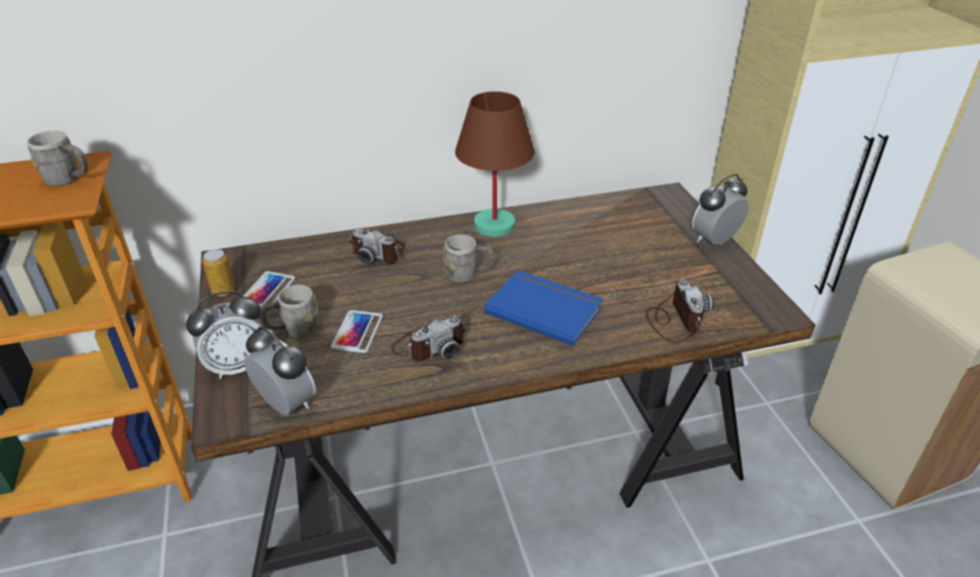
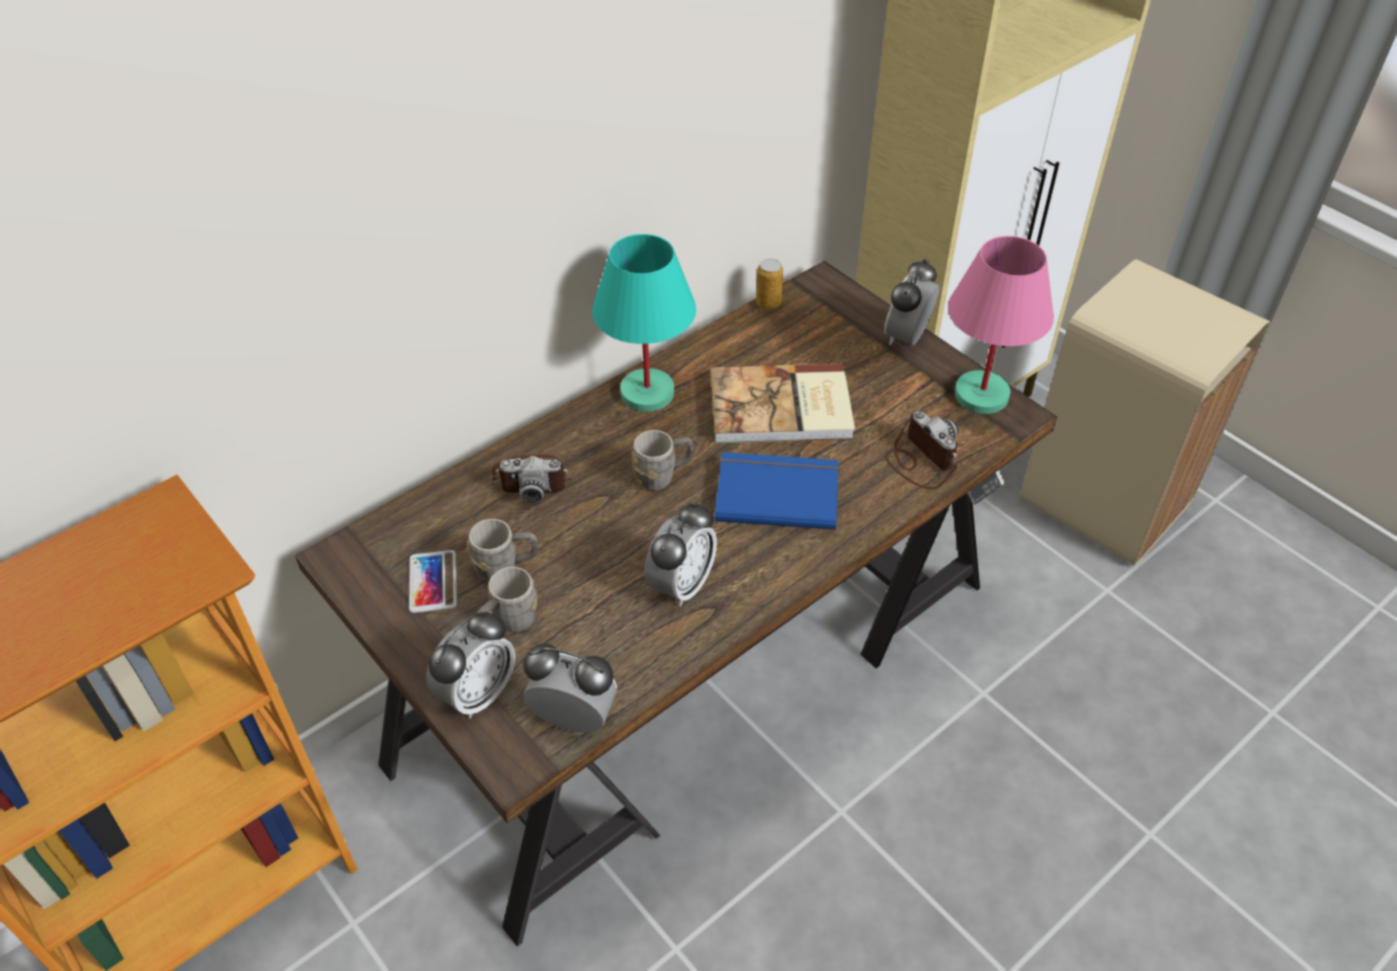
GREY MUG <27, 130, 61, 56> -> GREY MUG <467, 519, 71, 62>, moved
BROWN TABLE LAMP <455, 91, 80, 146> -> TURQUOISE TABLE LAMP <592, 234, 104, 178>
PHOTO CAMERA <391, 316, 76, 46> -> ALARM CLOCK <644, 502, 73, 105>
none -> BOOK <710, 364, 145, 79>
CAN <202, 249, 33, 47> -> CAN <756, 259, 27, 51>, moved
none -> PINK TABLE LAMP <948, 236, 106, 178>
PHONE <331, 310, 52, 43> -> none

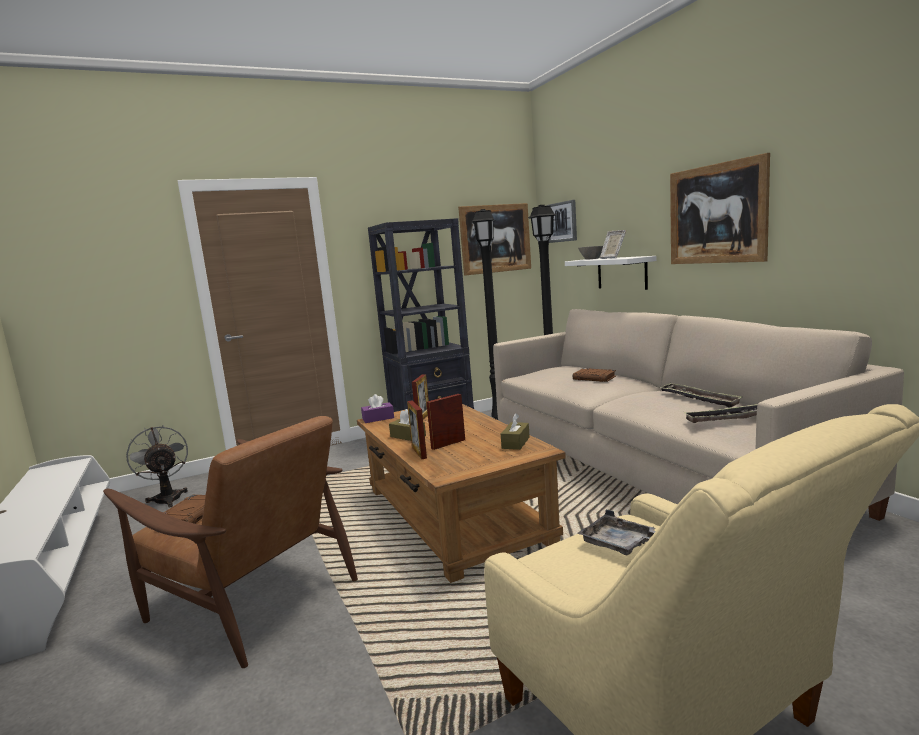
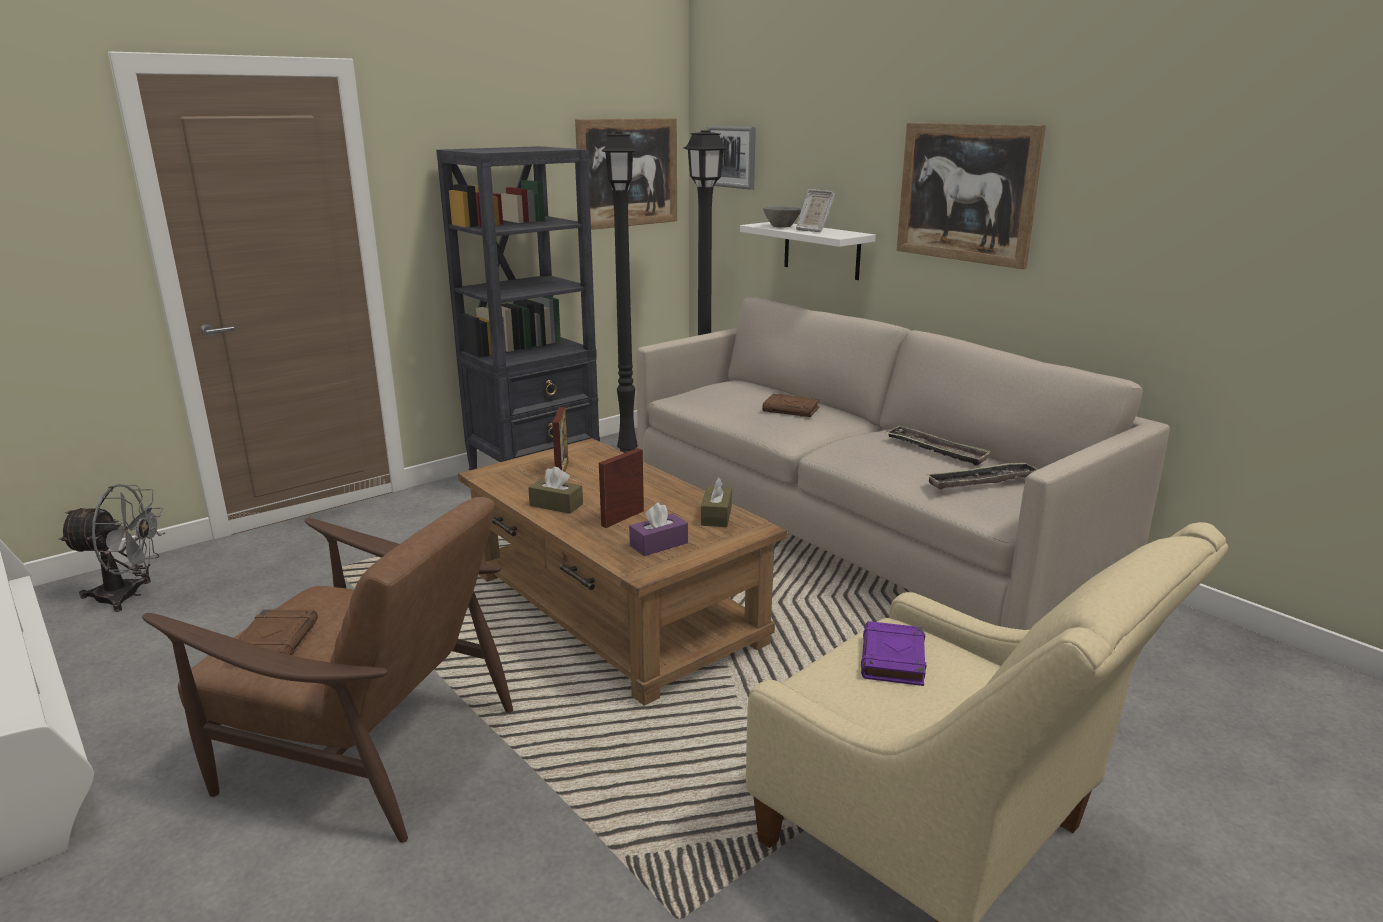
GREY FAN <126, 425, 62, 83> -> GREY FAN <59, 484, 106, 128>, 135 degrees clockwise
PURPLE TISSUE BOX <361, 394, 33, 29> -> PURPLE TISSUE BOX <629, 503, 59, 53>, moved
GREY TRAY <577, 509, 79, 47> -> PURPLE BOOK <861, 621, 65, 65>
PICTURE FRAME <407, 400, 20, 59> -> none

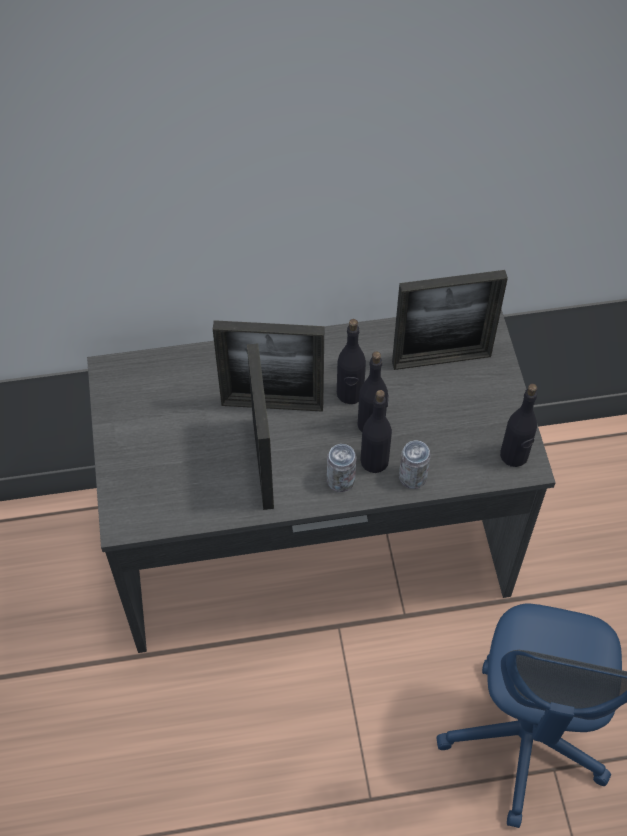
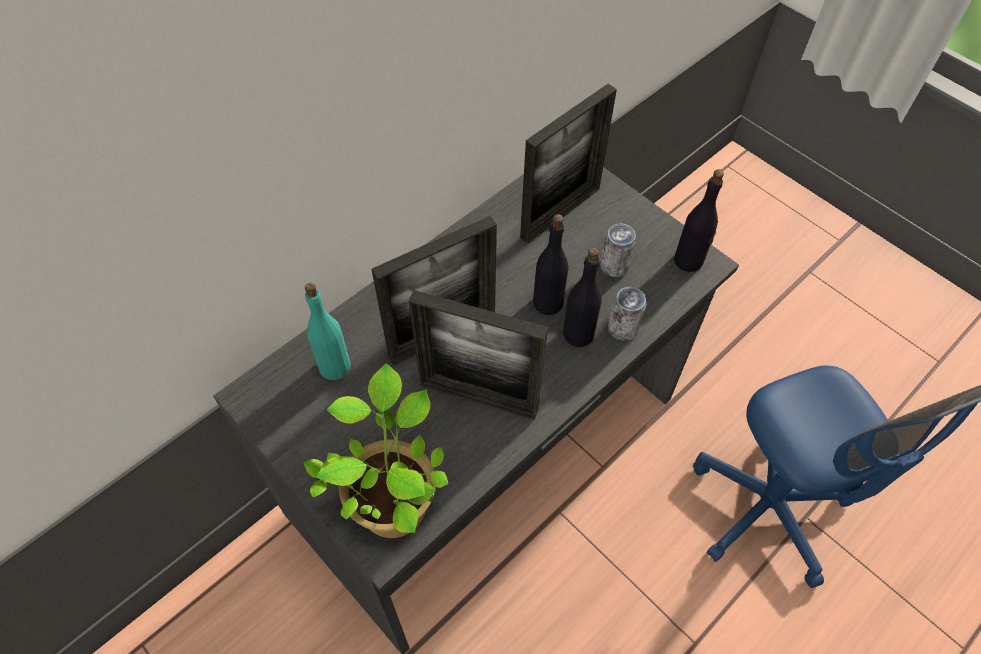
none -> POTTED PLANT <304, 364, 144, 174>
none -> TURQUOISE BOTTLE <305, 283, 46, 97>
PICTURE FRAME <247, 343, 27, 167> -> PICTURE FRAME <409, 290, 139, 130>, 150 degrees clockwise
CAN <327, 444, 29, 48> -> CAN <600, 223, 36, 54>, moved
BLACK BOTTLE <337, 319, 29, 85> -> none

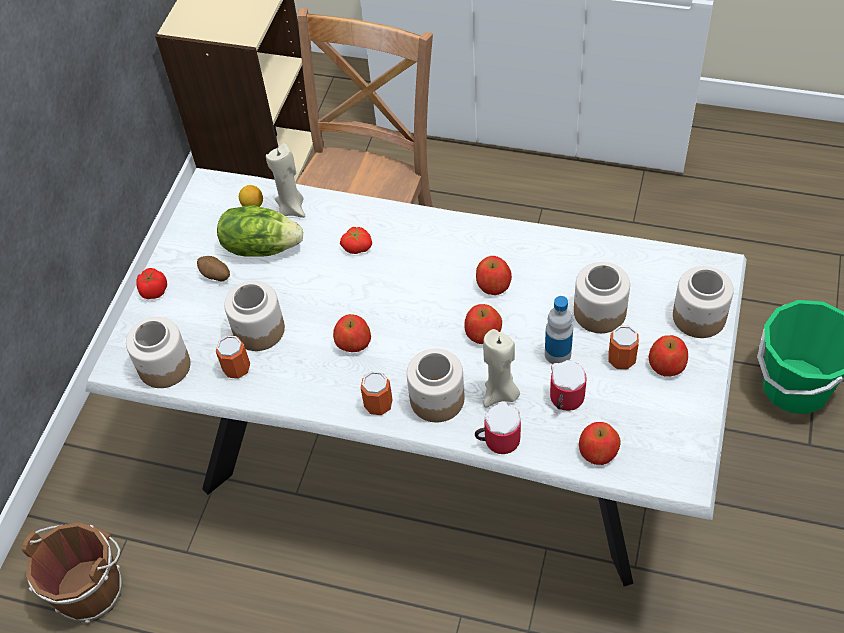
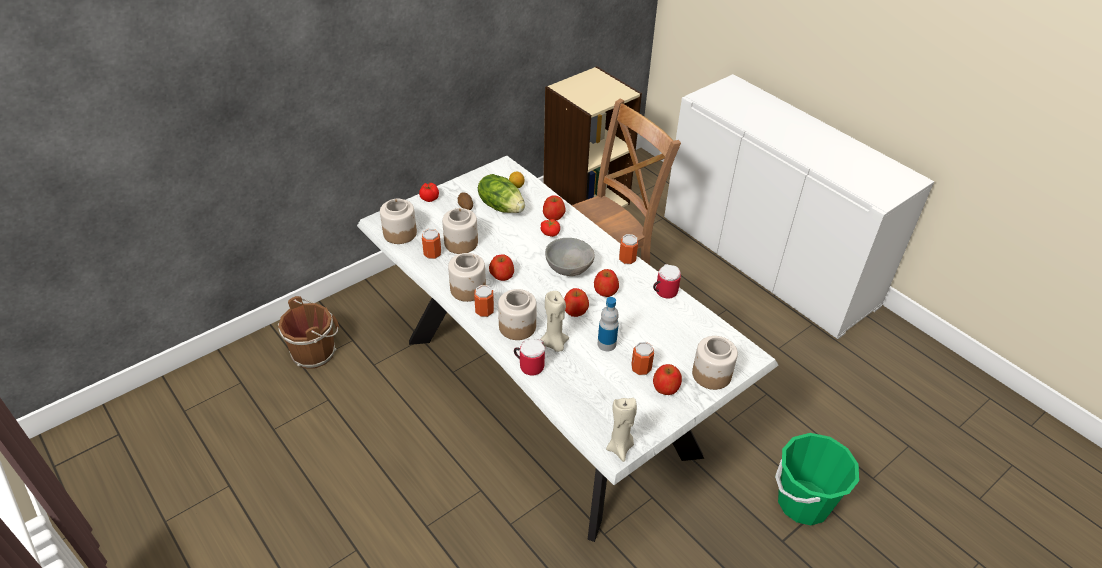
JAR <574, 262, 56, 71> -> JAR <448, 253, 38, 49>, moved
APPLE <579, 422, 41, 43> -> APPLE <543, 195, 23, 25>, moved
none -> GREY BOWL <545, 238, 49, 38>
BEIGE CANDLE <266, 143, 39, 75> -> BEIGE CANDLE <606, 398, 31, 64>, moved
none -> CAN <619, 234, 19, 31>
MUG <550, 360, 37, 51> -> MUG <653, 264, 28, 35>, moved

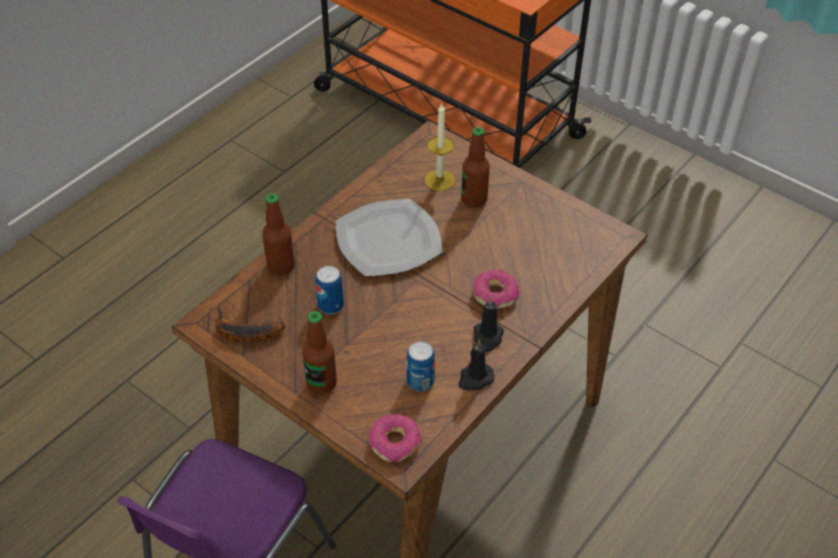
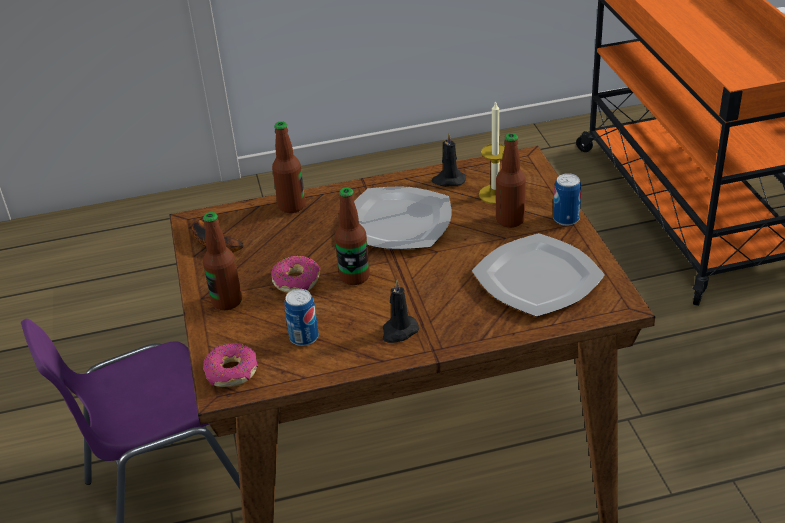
DONUT <473, 270, 46, 39> -> DONUT <271, 256, 49, 37>, moved
none -> BOTTLE <335, 188, 35, 97>
BLACK CANDLE <458, 339, 36, 51> -> BLACK CANDLE <431, 133, 35, 54>, moved
none -> PLATE <472, 233, 133, 84>
CAN <315, 266, 29, 48> -> CAN <553, 173, 28, 53>, moved

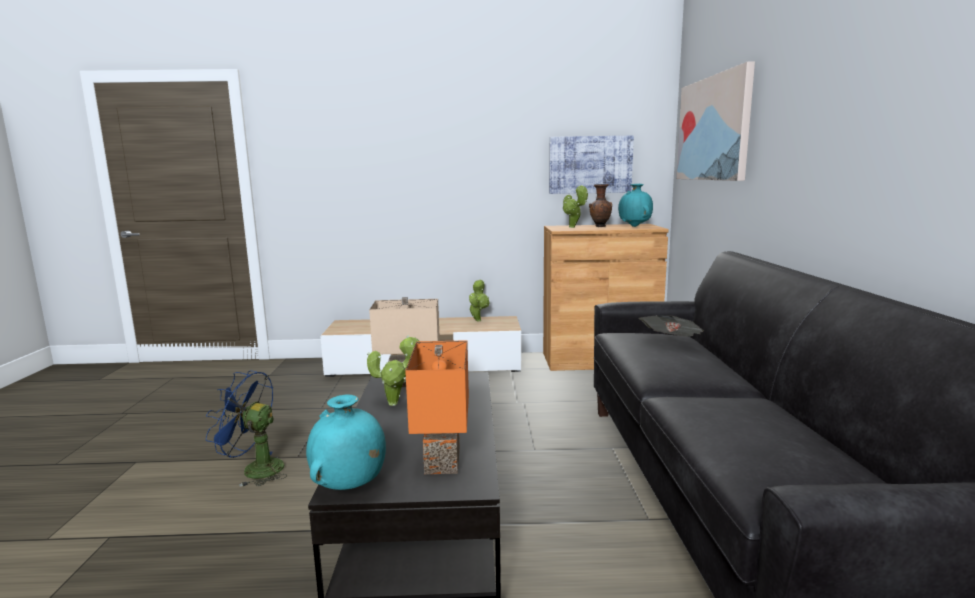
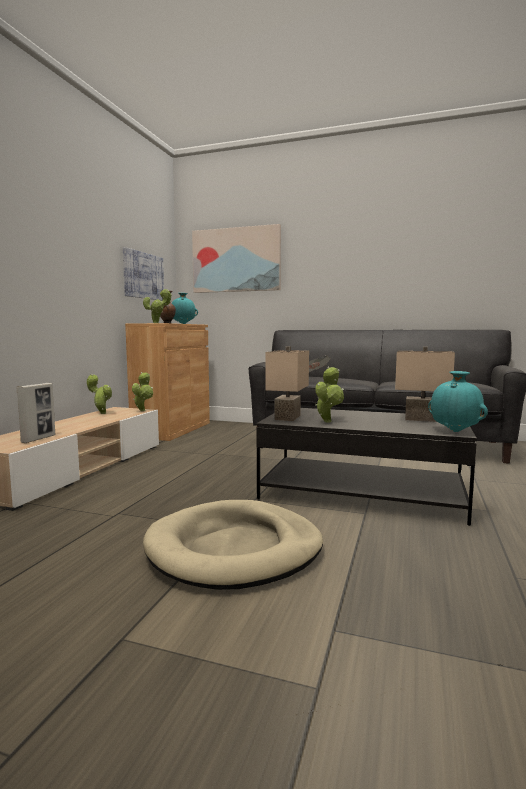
none -> PICTURE FRAME <17, 383, 38, 60>
none -> POTTED PLANT <132, 372, 21, 39>
BLUE FAN <206, 370, 81, 117> -> BEIGE DOG BED <143, 500, 180, 90>
ORANGE TABLE LAMP <405, 340, 64, 134> -> BEIGE TABLE LAMP <395, 346, 60, 76>

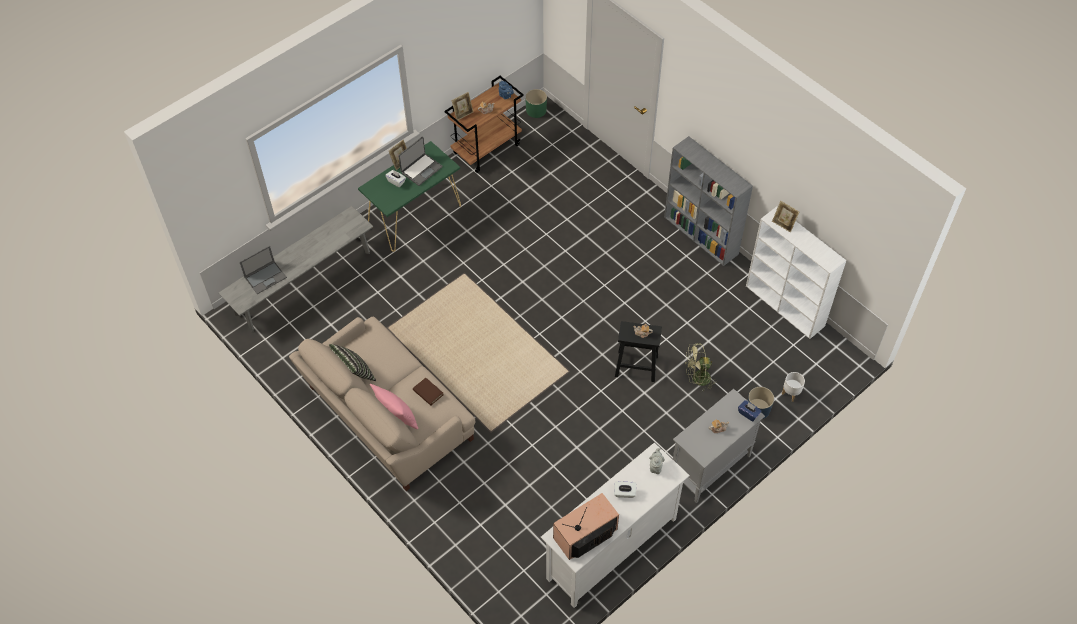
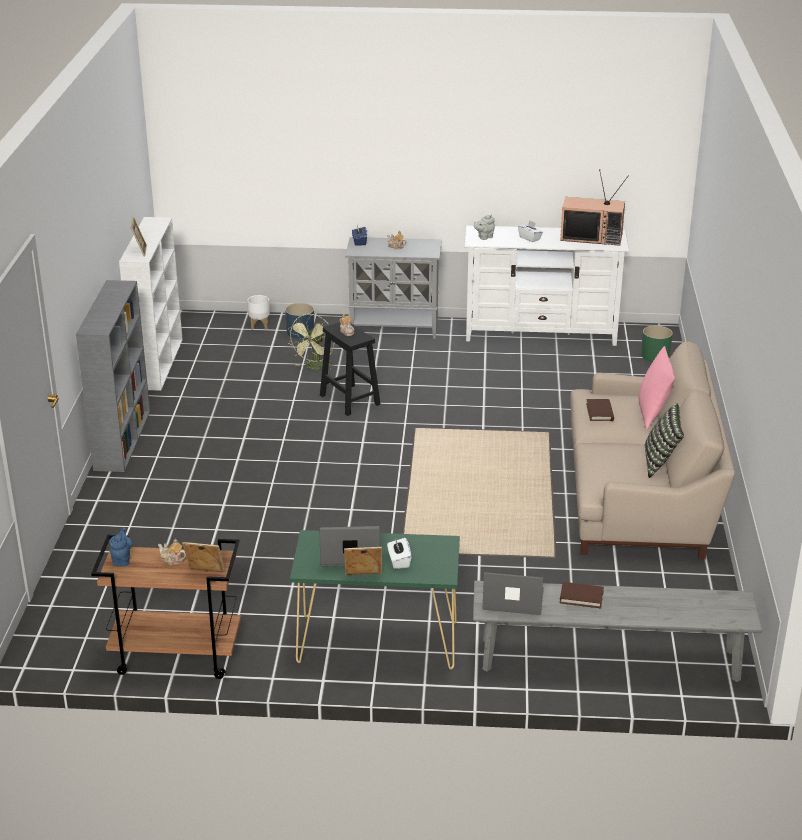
GREEN FAN <686, 343, 31, 48> -> GREEN FAN <287, 314, 48, 56>, 75 degrees clockwise
LAPTOP <240, 246, 47, 48> -> LAPTOP <483, 572, 61, 43>, moved
none -> BROWN BOOK <560, 582, 44, 26>
GREEN PLANTER <525, 89, 22, 29> -> GREEN PLANTER <641, 325, 32, 37>, moved

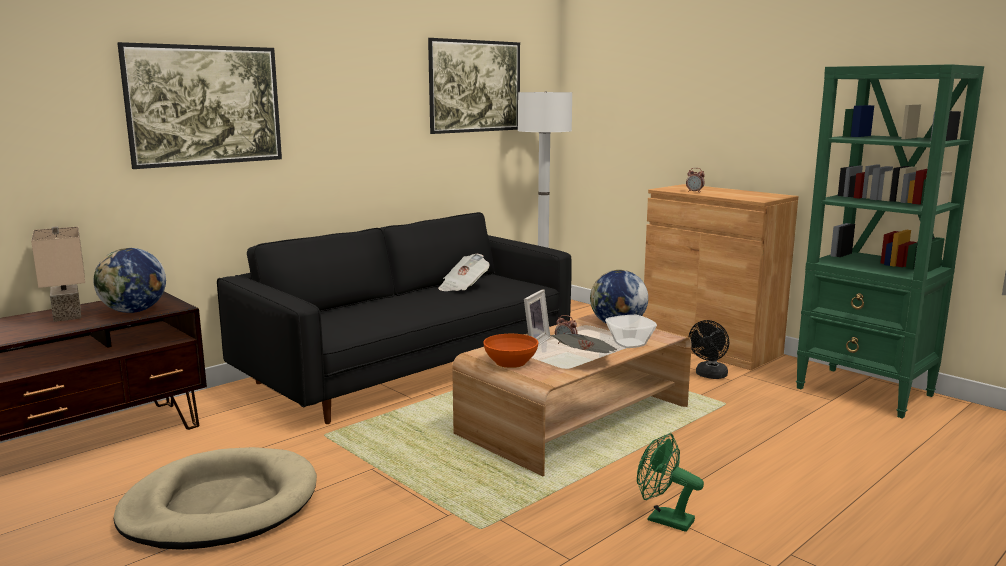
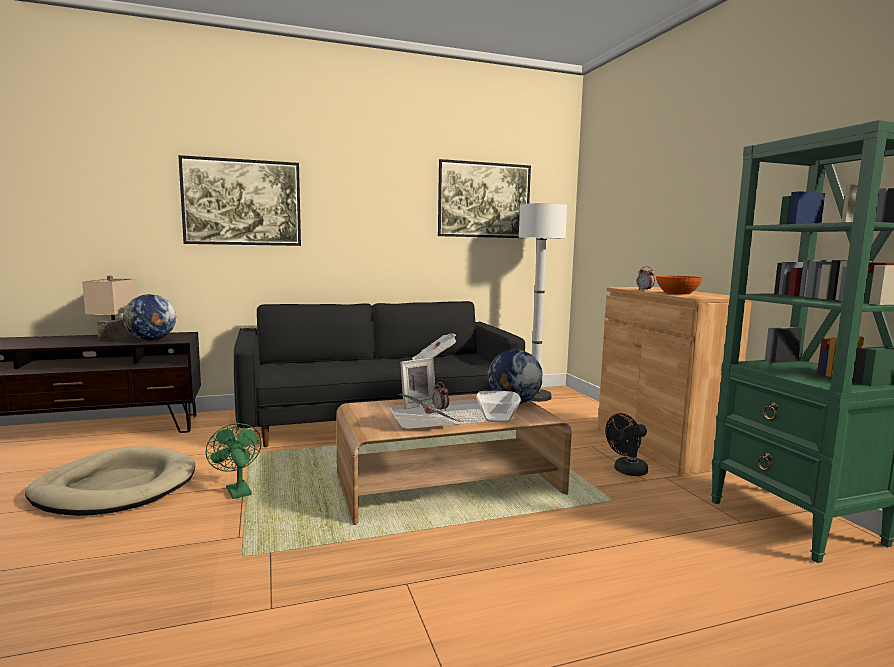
GREEN FAN <637, 433, 67, 99> -> GREEN FAN <205, 423, 57, 76>, moved
ORANGE BOWL <483, 334, 56, 34> -> ORANGE BOWL <656, 276, 46, 19>, moved

